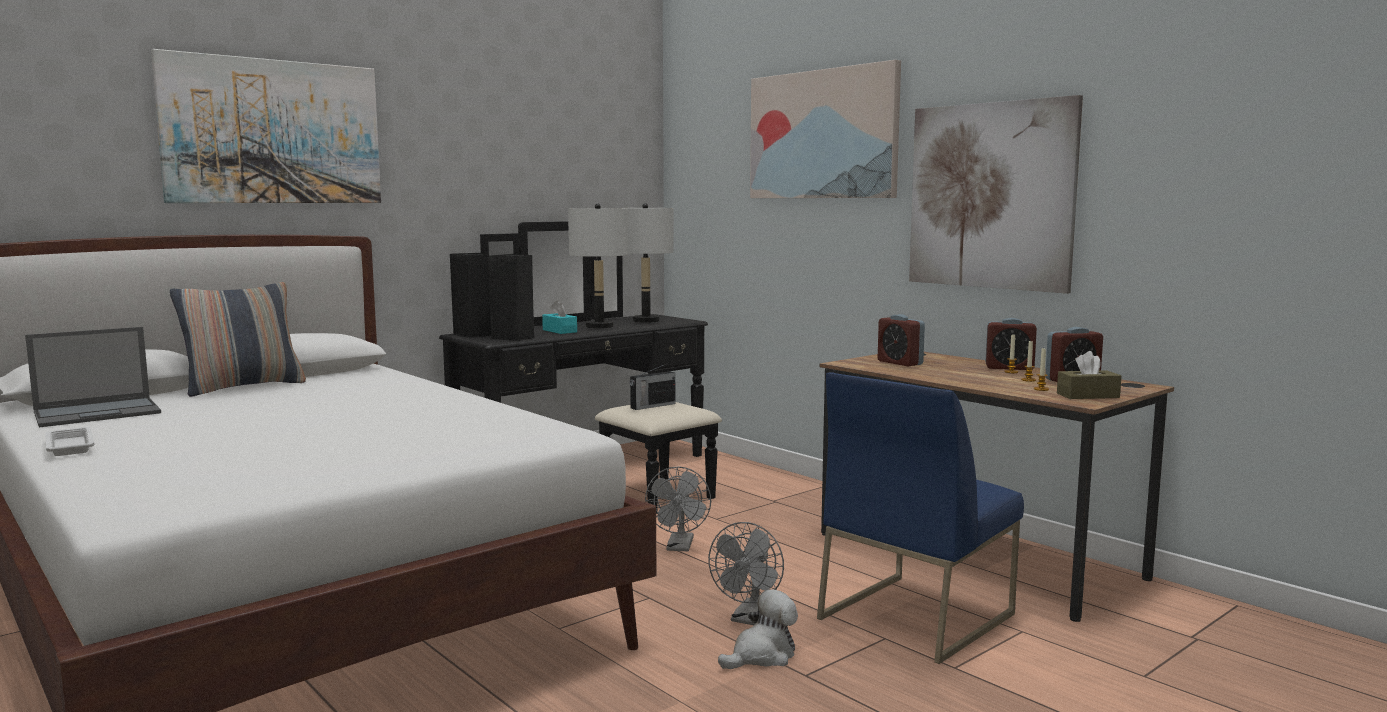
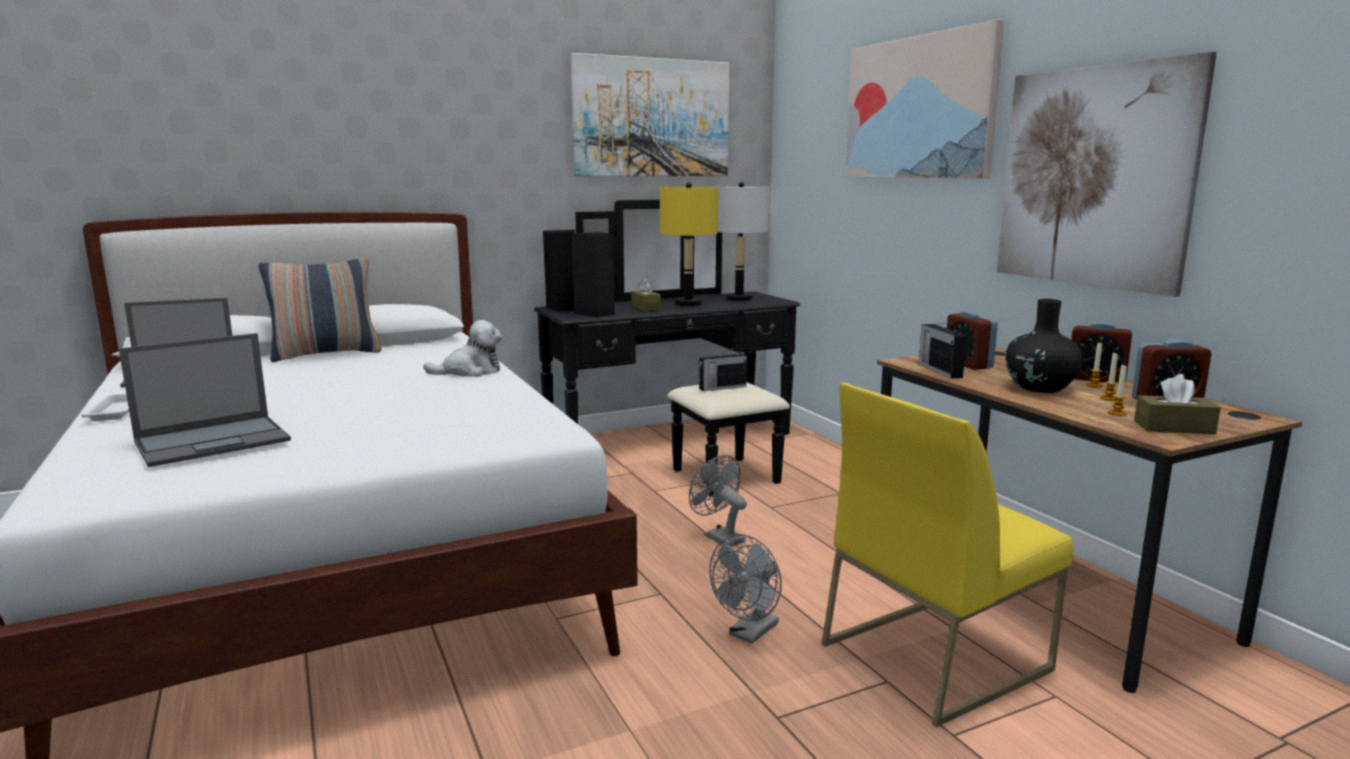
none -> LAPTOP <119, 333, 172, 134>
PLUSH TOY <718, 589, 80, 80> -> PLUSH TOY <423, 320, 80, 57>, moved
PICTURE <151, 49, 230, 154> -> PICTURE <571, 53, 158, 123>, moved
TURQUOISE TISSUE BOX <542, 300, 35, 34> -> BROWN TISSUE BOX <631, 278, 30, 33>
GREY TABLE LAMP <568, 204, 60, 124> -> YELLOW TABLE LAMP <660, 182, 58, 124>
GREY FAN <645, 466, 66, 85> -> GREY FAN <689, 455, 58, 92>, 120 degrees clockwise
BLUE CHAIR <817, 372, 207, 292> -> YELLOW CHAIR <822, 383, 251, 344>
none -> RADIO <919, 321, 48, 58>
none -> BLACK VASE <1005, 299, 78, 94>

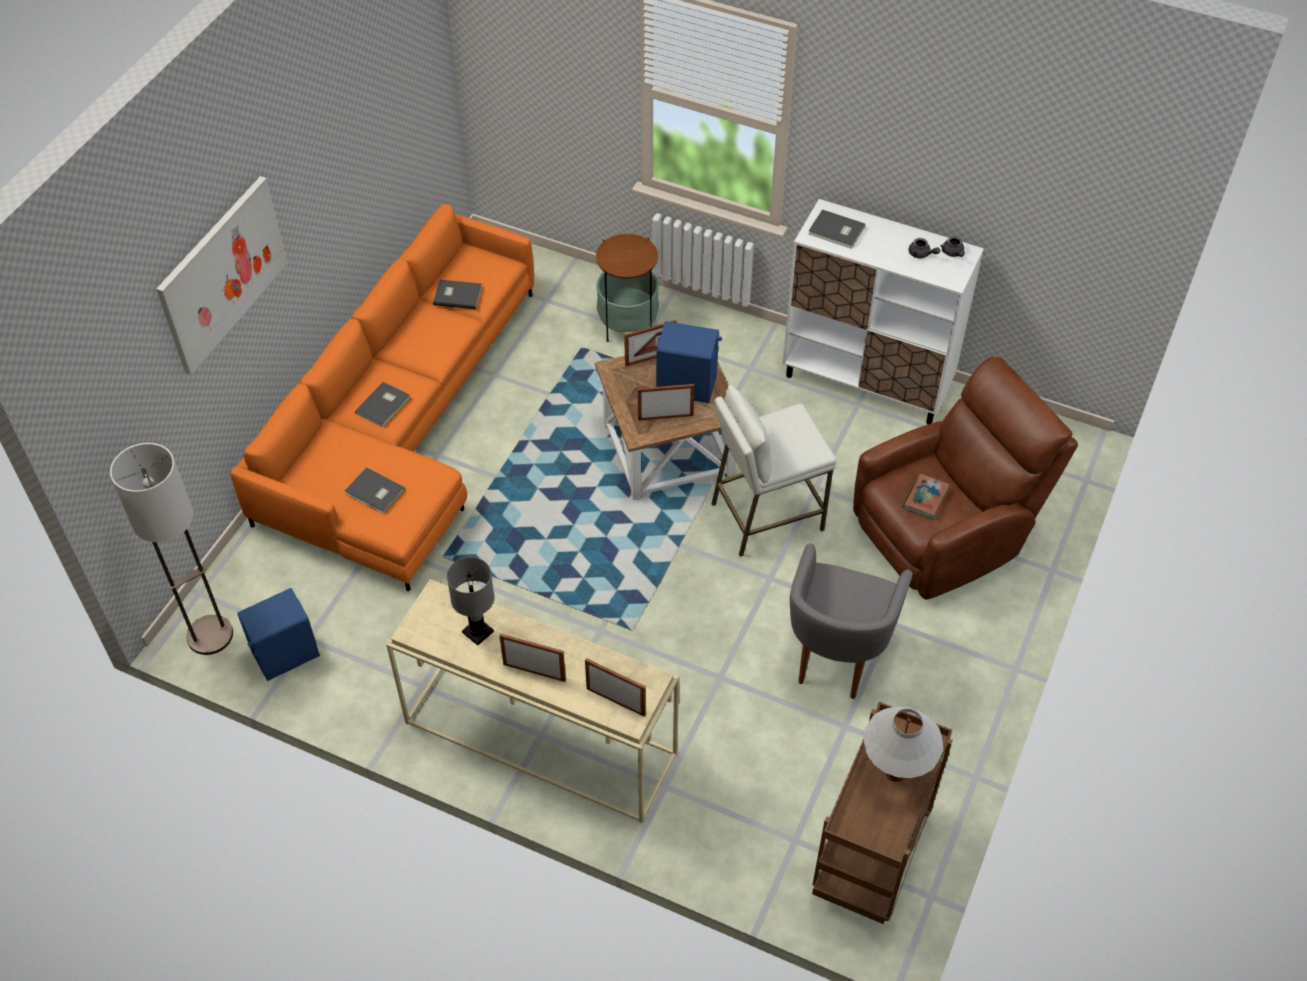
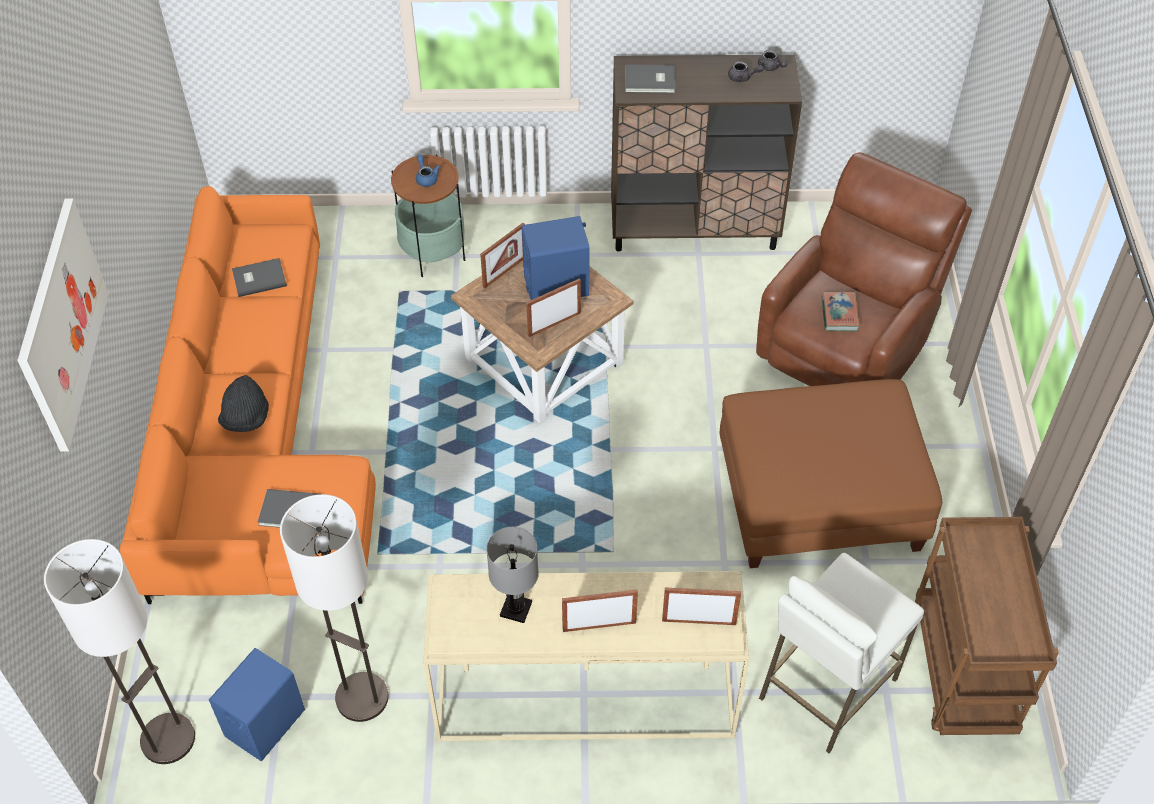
GREY BOOK <355, 382, 55, 46> -> BLACK HAT <218, 375, 51, 57>
none -> FLOOR LAMP <280, 494, 109, 228>
none -> BLUE TEAPOT <416, 155, 24, 32>
WHITE CABINET <783, 199, 201, 225> -> BROWN CABINET <611, 54, 191, 197>
GREY ARMCHAIR <790, 543, 123, 156> -> BROWN OTTOMAN <719, 379, 223, 189>
WHITE STOOL <711, 385, 125, 172> -> WHITE STOOL <759, 553, 165, 200>, moved
WHITE TABLE LAMP <863, 706, 81, 76> -> none

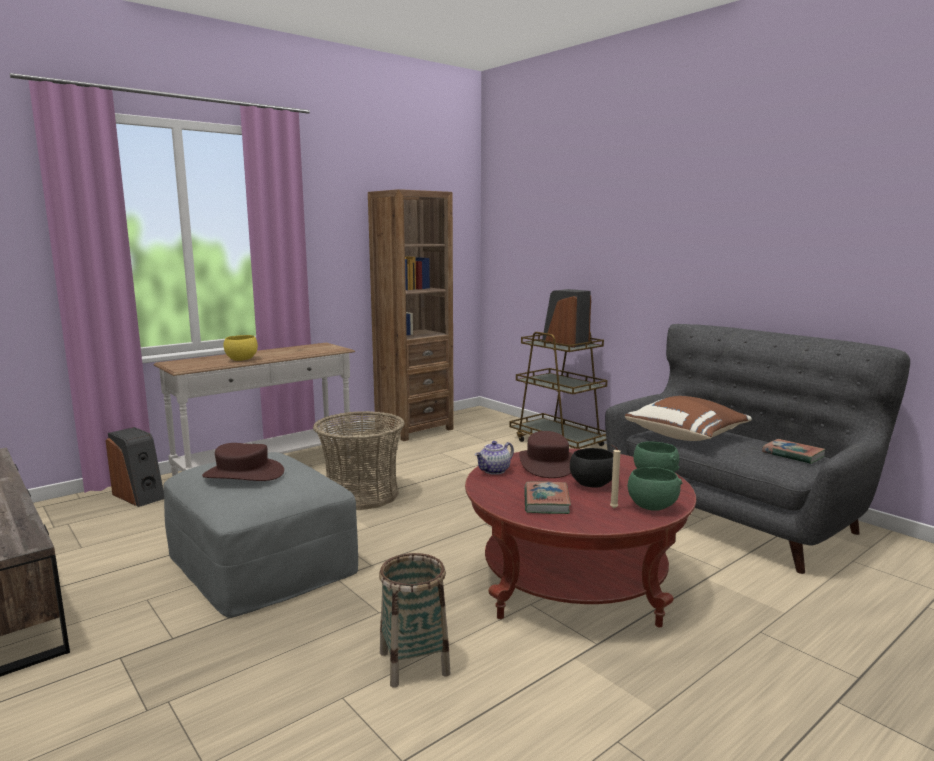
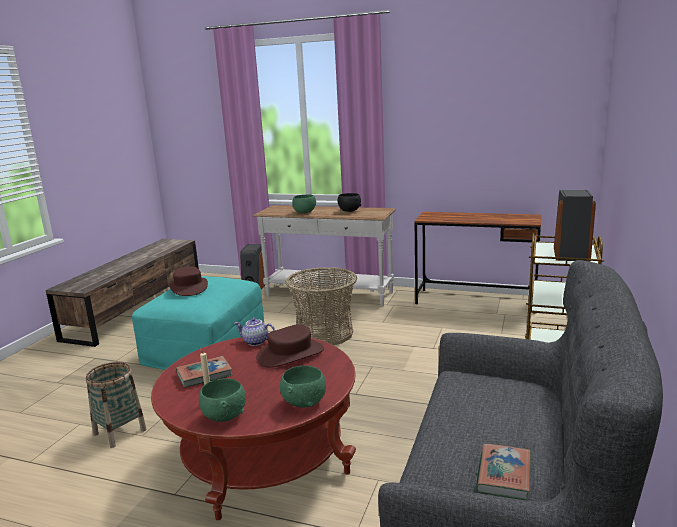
GREY OTTOMAN <163, 452, 195, 166> -> TURQUOISE OTTOMAN <132, 276, 132, 94>
YELLOW BOWL <223, 335, 35, 26> -> GREEN BOWL <292, 194, 24, 19>
BLACK BOWL <570, 448, 43, 40> -> BLACK BOWL <338, 193, 23, 19>, moved
BROWN BOOKCASE <368, 189, 86, 252> -> BROWN DESK <414, 212, 127, 102>
BROWN PILLOW <625, 396, 127, 45> -> none

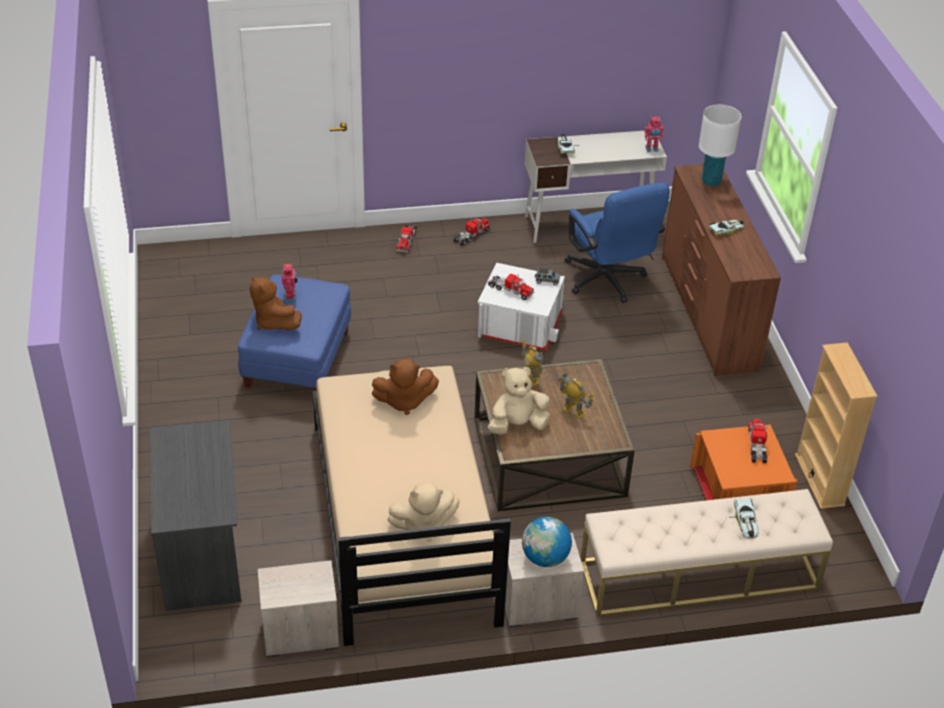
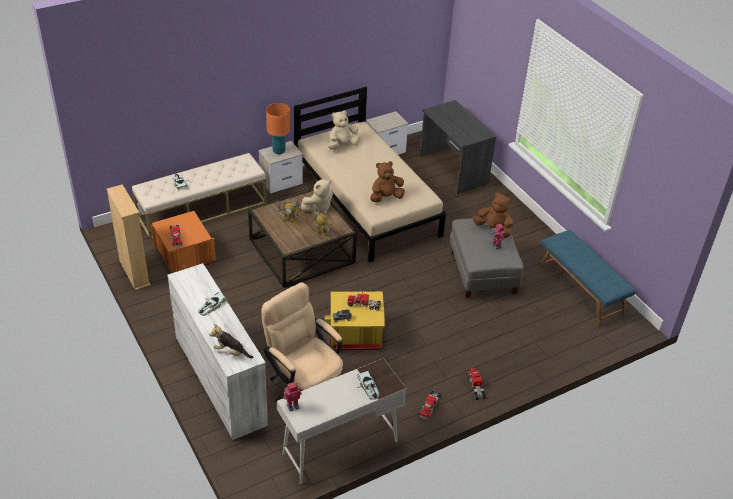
BROWN DRESSER <662, 164, 119, 212> -> WHITE DRESSER <167, 263, 101, 177>
WHITE TABLE LAMP <699, 105, 42, 81> -> PLUSH TOY <209, 324, 44, 34>
BLUE OFFICE CHAIR <564, 182, 106, 121> -> BEIGE OFFICE CHAIR <262, 282, 81, 121>
GLOBE <522, 517, 50, 50> -> ORANGE TABLE LAMP <266, 103, 24, 51>
WHITE STORAGE BOX <478, 263, 87, 88> -> YELLOW STORAGE BOX <325, 291, 60, 59>
BLUE OTTOMAN <238, 275, 113, 116> -> GREY OTTOMAN <450, 218, 74, 80>
none -> BLUE BENCH <539, 230, 97, 97>

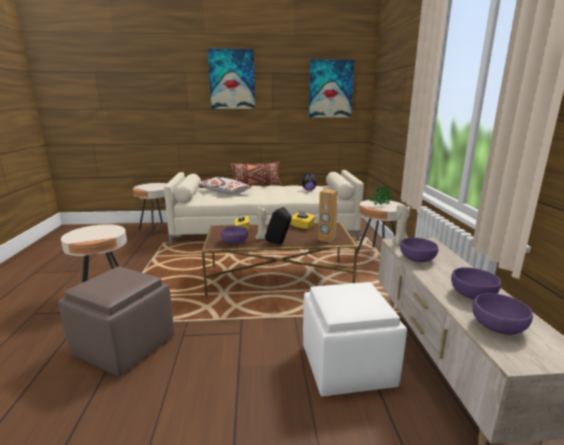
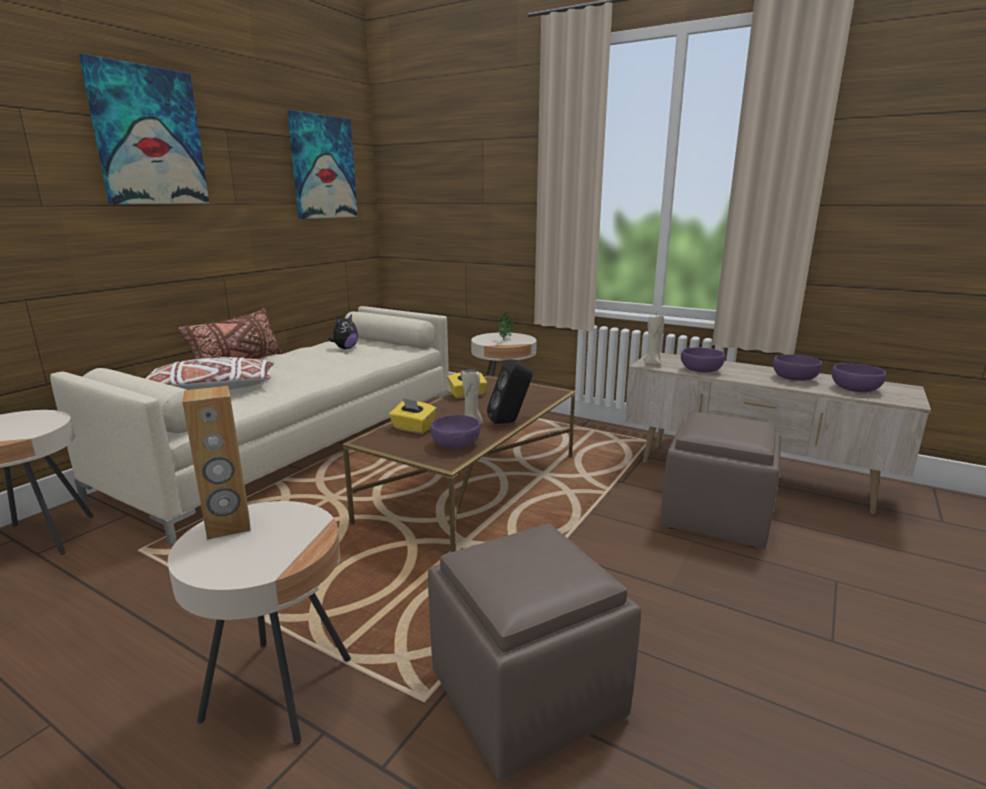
BROWN SPEAKER <318, 189, 20, 54> -> BROWN SPEAKER <183, 386, 68, 154>, moved
WHITE OTTOMAN <303, 282, 104, 114> -> BROWN OTTOMAN <660, 412, 121, 137>

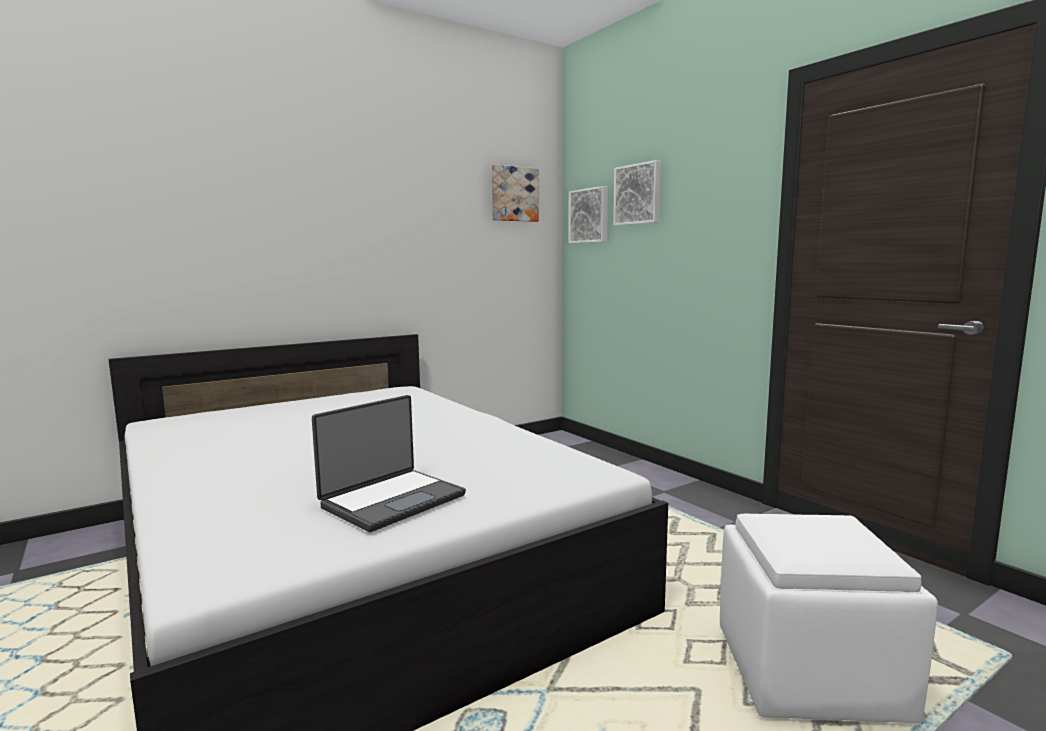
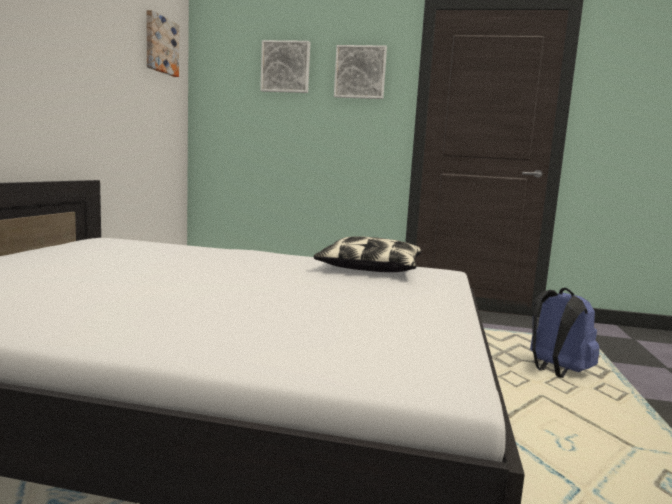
none -> PILLOW <314, 236, 108, 36>
PICTURE <569, 186, 39, 57> -> PICTURE <334, 45, 53, 54>, moved
WHITE OTTOMAN <720, 514, 218, 209> -> BLUE BACKPACK <530, 288, 70, 90>
LAPTOP <312, 395, 154, 137> -> none

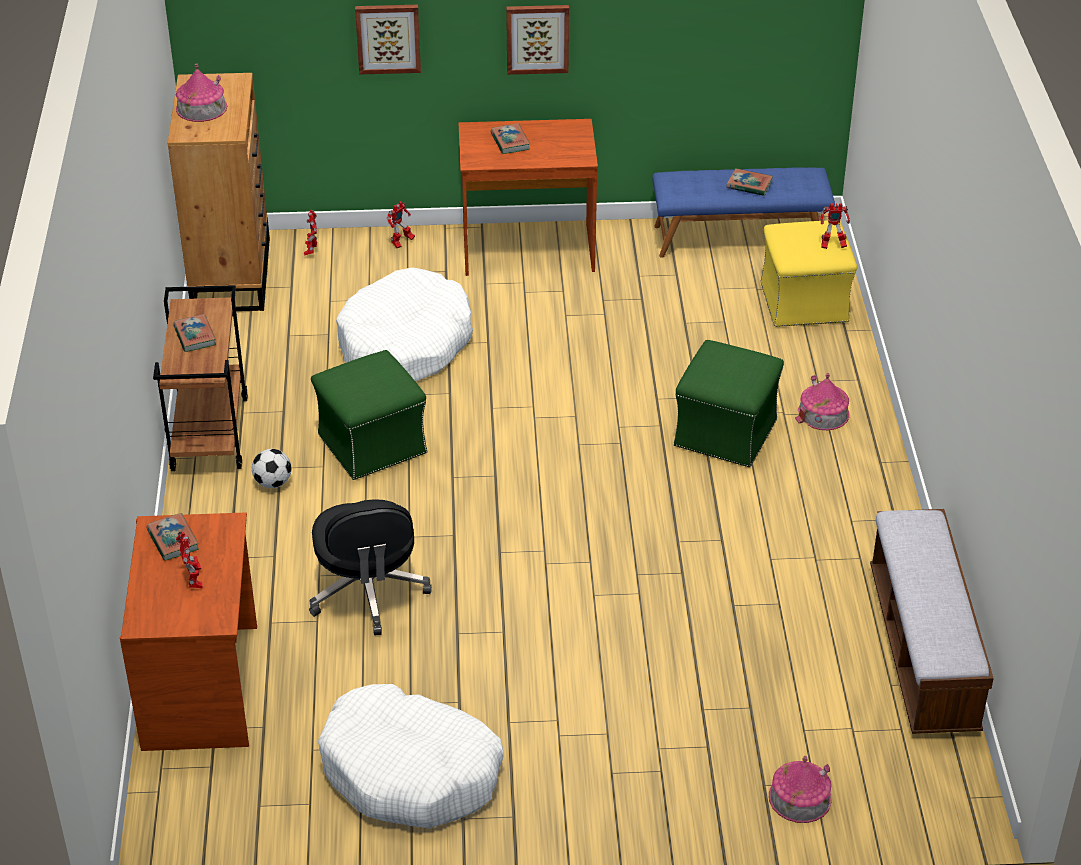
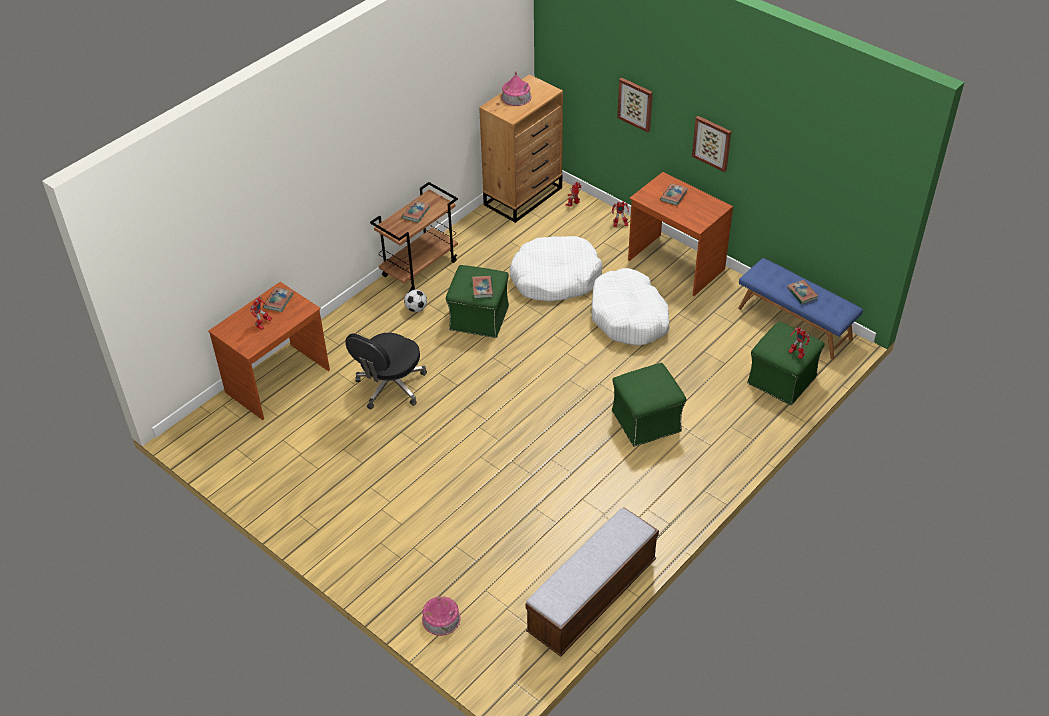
none -> BOOK <472, 276, 21, 22>
WHITE DOG BED <318, 684, 186, 144> -> WHITE DOG BED <591, 268, 79, 78>, moved
YELLOW OTTOMAN <761, 220, 96, 107> -> GREEN OTTOMAN <747, 321, 78, 84>
TOY HOUSE <795, 373, 54, 57> -> none

